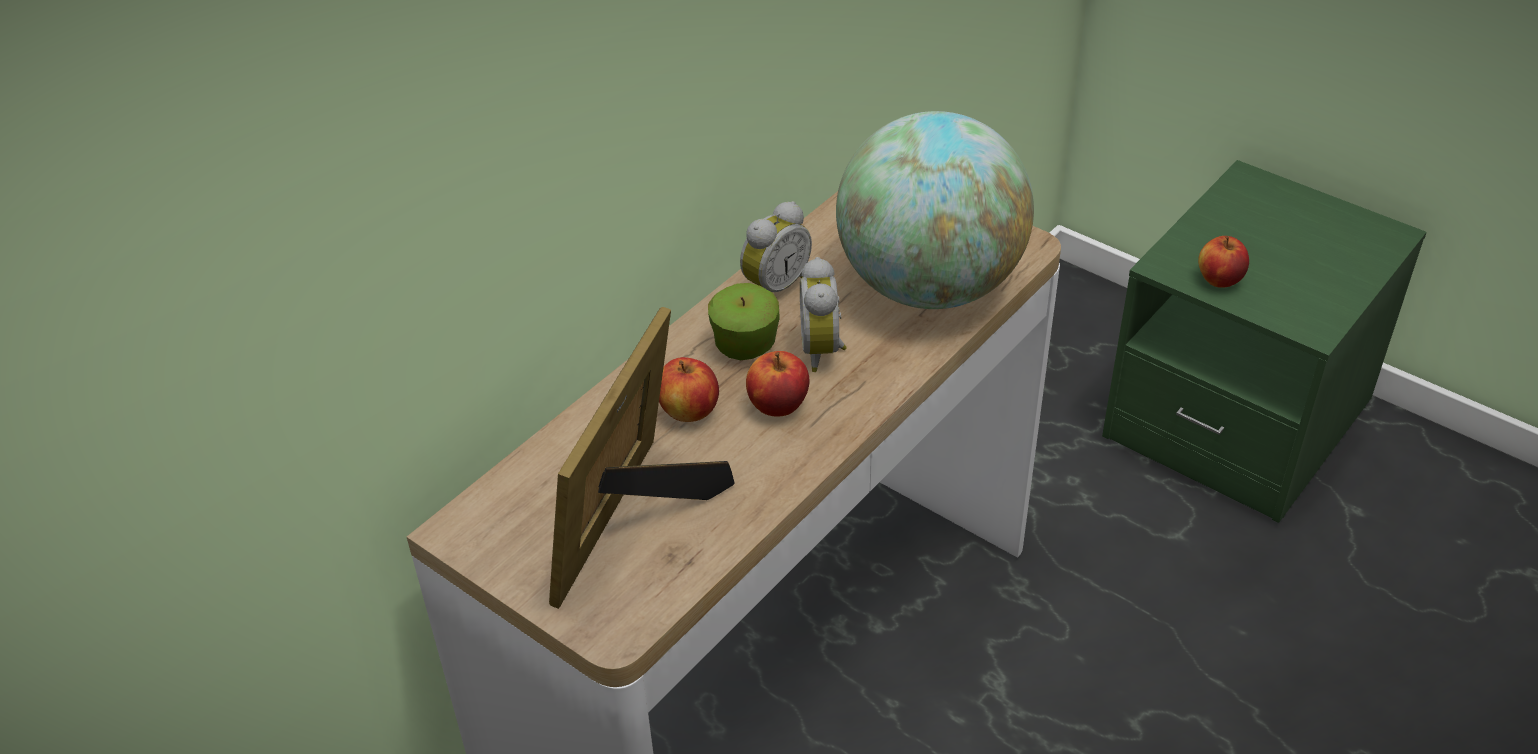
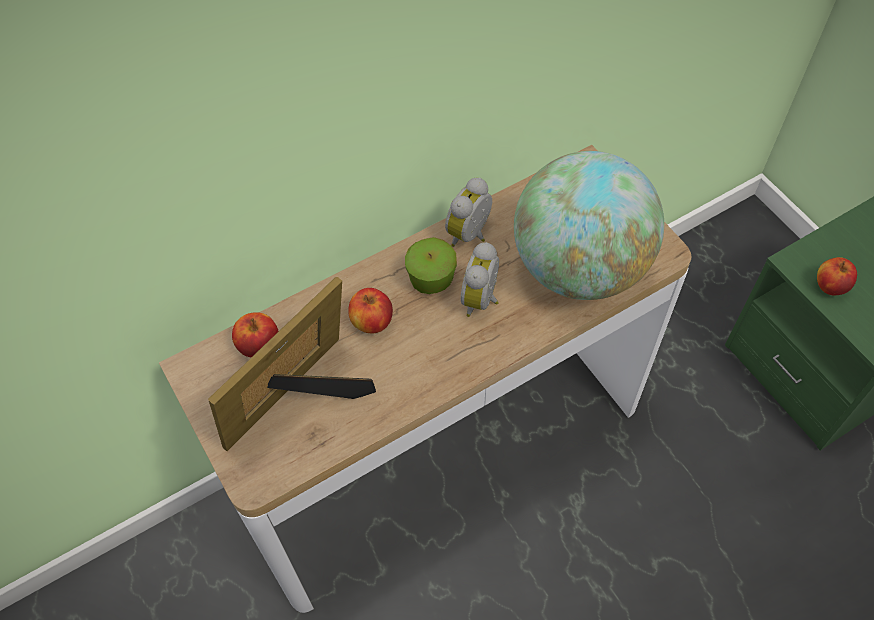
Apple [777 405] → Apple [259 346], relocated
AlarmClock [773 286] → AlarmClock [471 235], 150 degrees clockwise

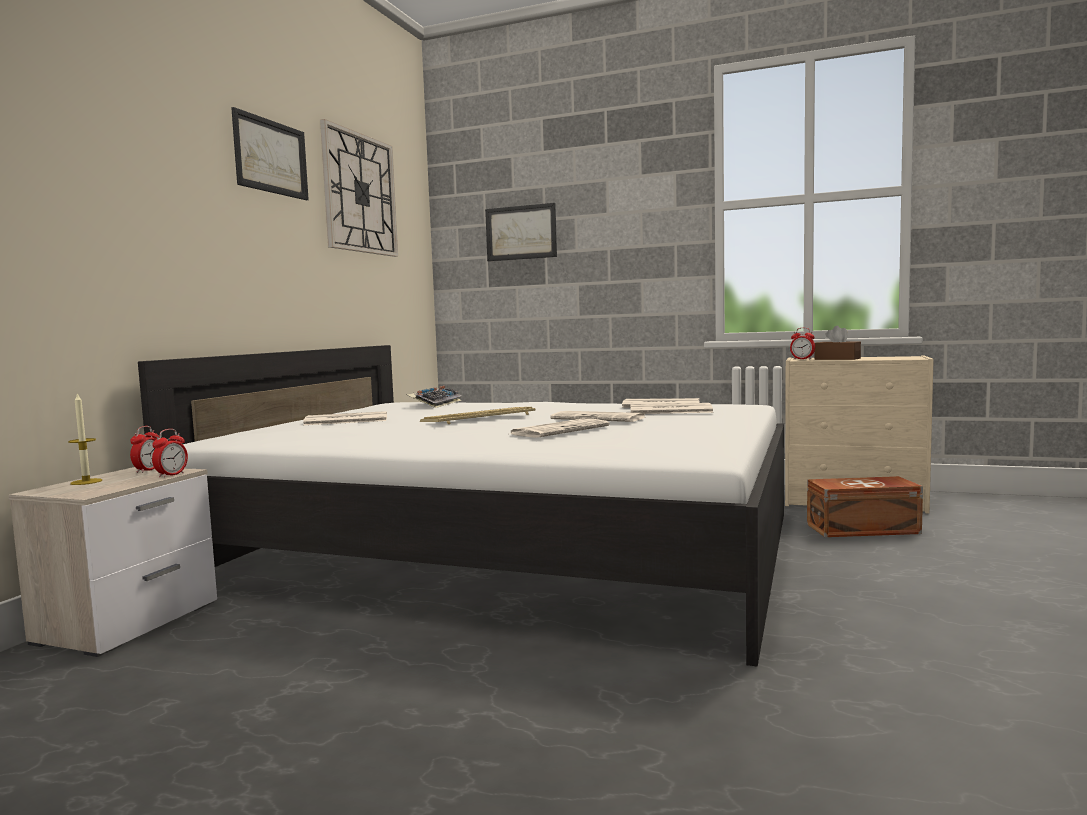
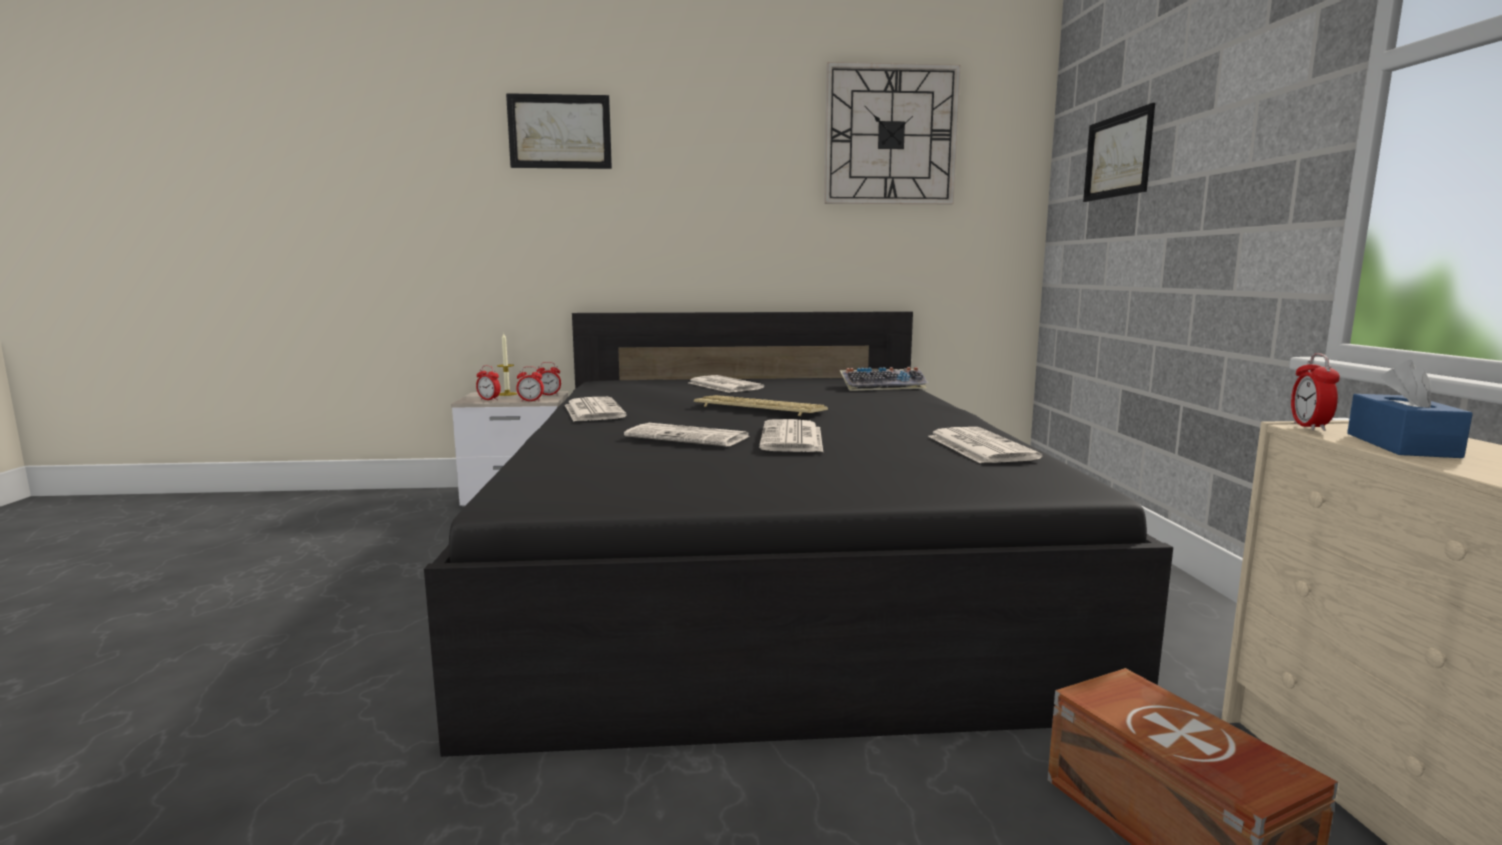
- → AlarmClock [489 400]
Picture [271 157] → Picture [560 132], relocated
Newspaper [669 411] → Newspaper [593 411], relocated
WhiteBed [508 548] → BlackBed [764 562]
BrownTissueBox [837 359] → BlueTissueBox [1401 445]

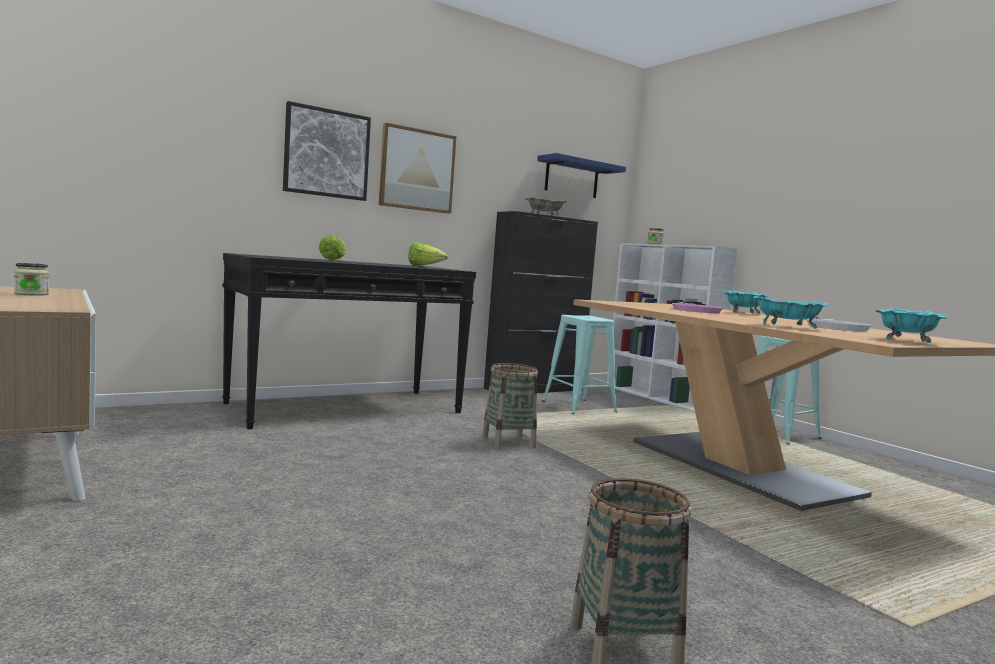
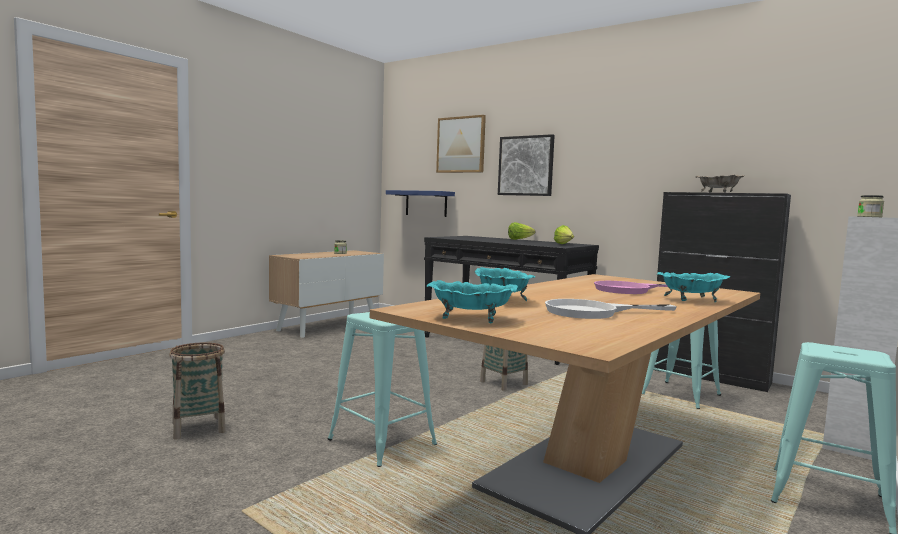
- → TurquoiseStool [382 442]
Picture [417 170] → Picture [461 145], relocated
BlueShelf [571 178] → BlueShelf [426 203], relocated

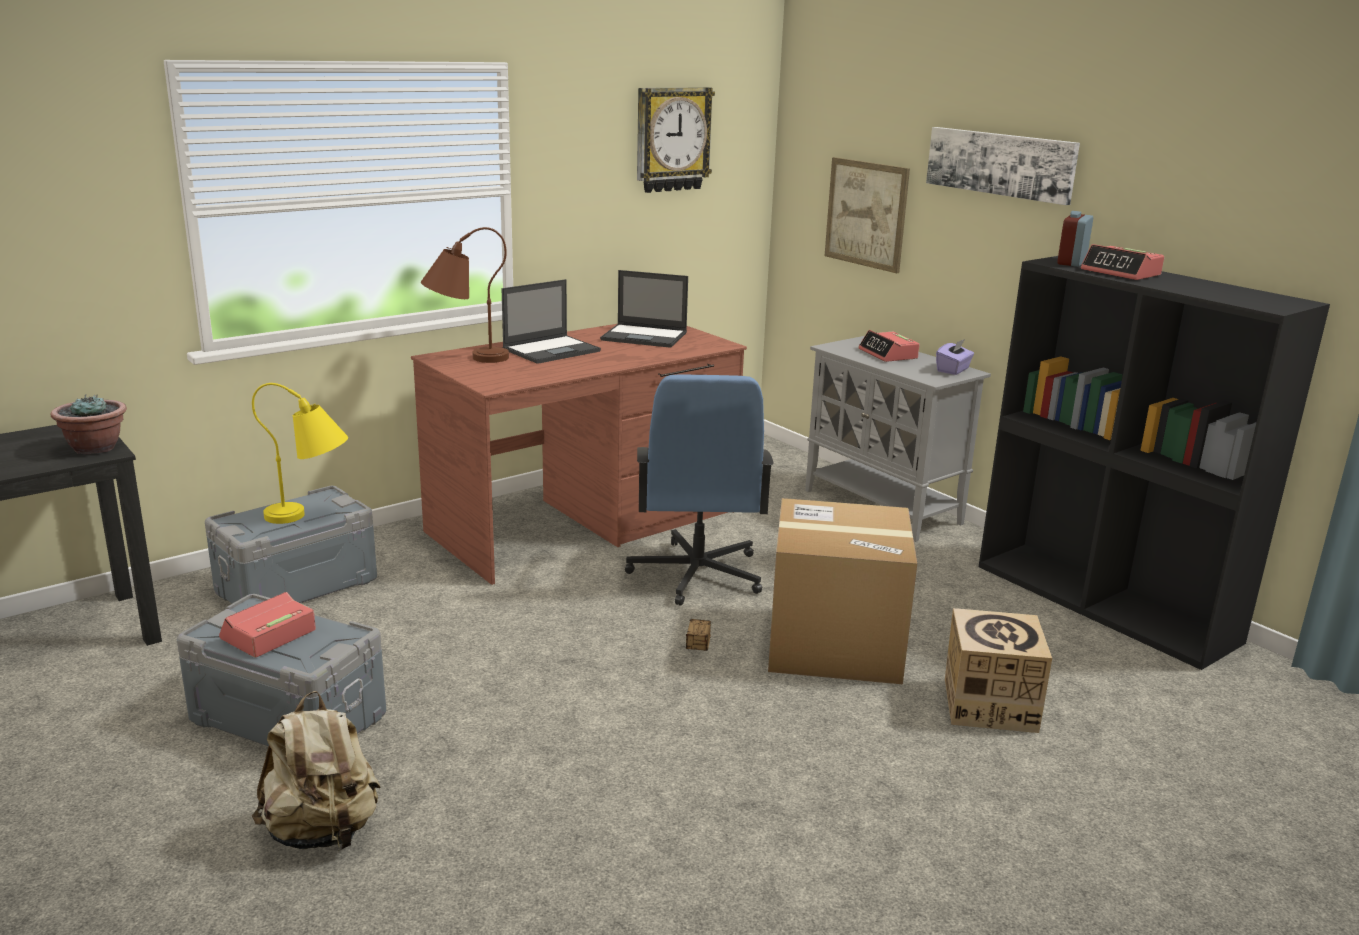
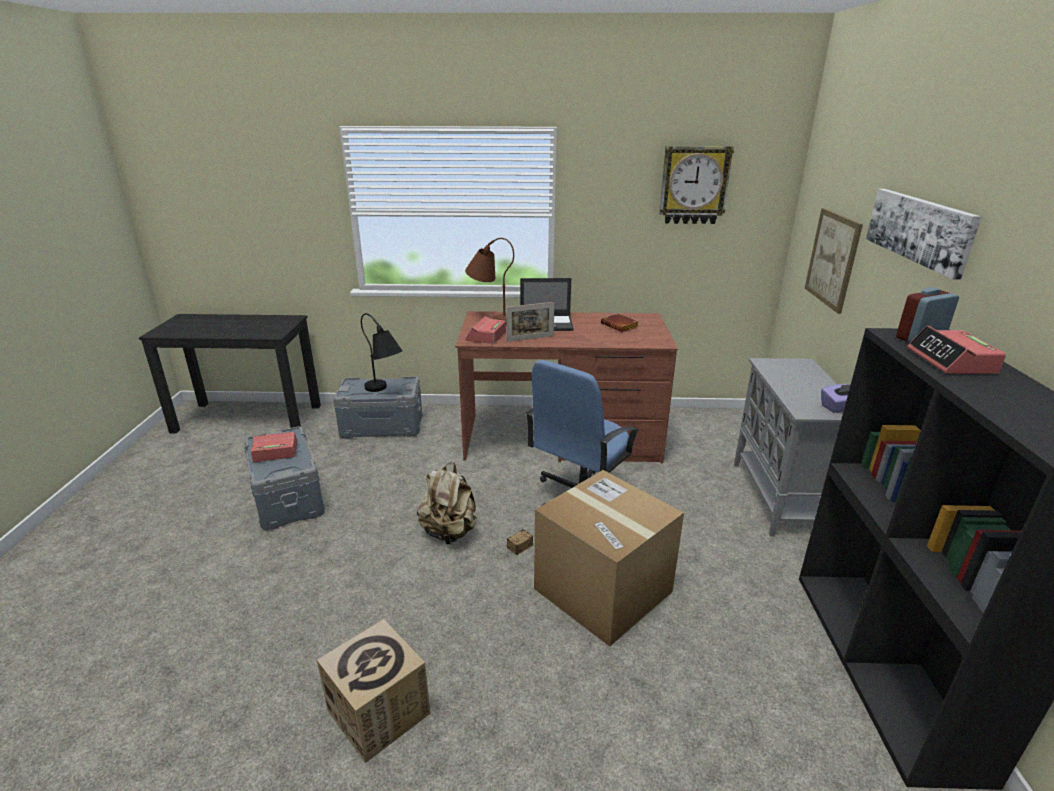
PottedPlant [95 448] → -
- → PictureFrame [530 339]
BeigeBackpack [322 832] → BeigeBackpack [449 532], relocated
AlarmClock [888 354] → AlarmClock [486 336], relocated
CardboardBox [989 704] → CardboardBox [378 712], relocated
Laptop [645 336] → BrownBook [620 326]
YellowTableLamp [311 516] → BlackTableLamp [385 391]

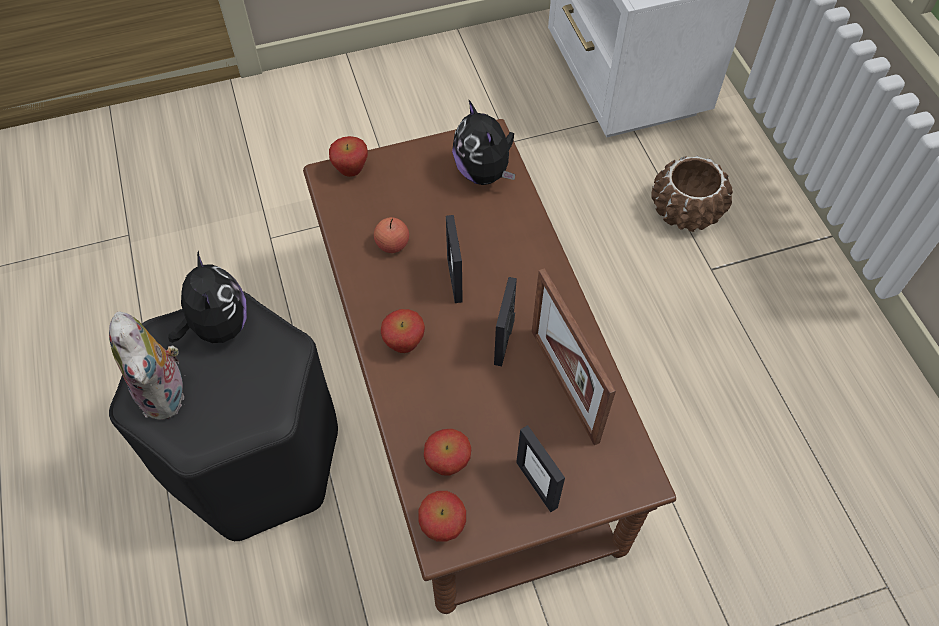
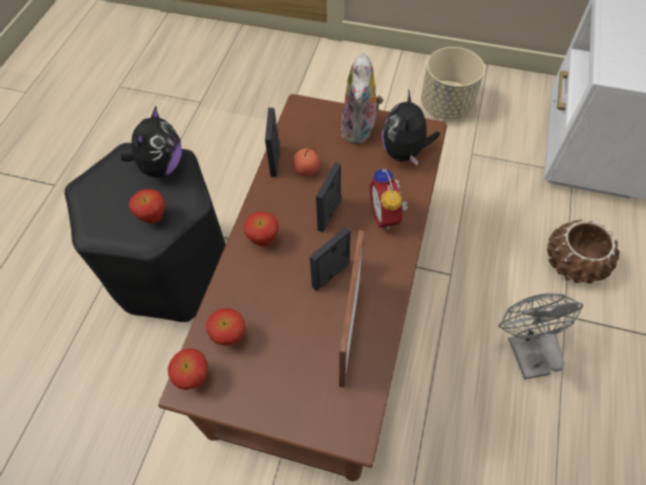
- → AlarmClock [387 215]
- → BeigePlanter [446 105]
- → GreyFan [523 349]
PlushToy [167 393] → PlushToy [360 130], relocated
Apple [351 171] → Apple [154 218], relocated
PictureFrame [537 484] → PictureFrame [275 161], relocated

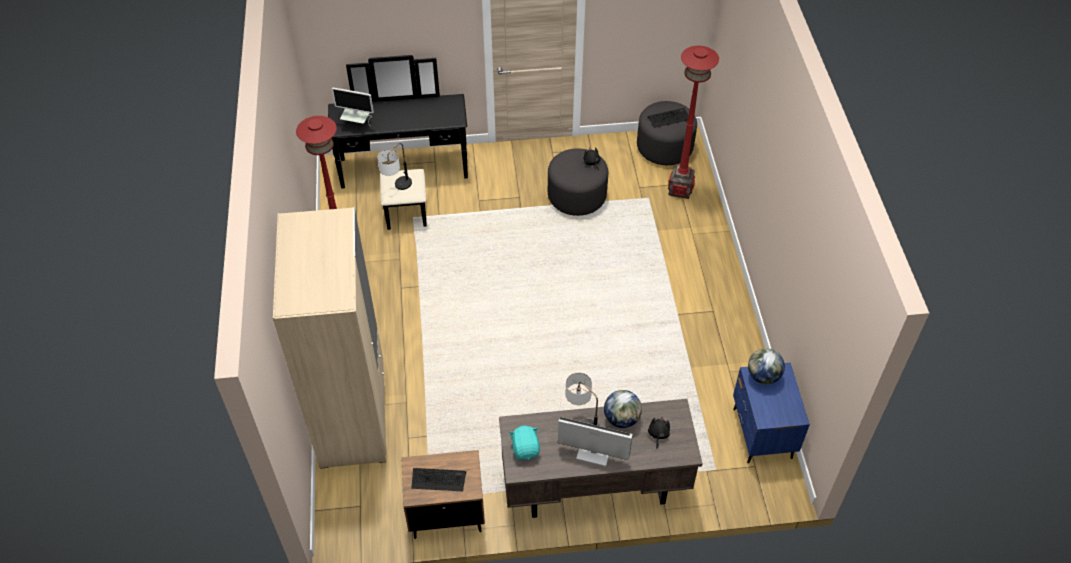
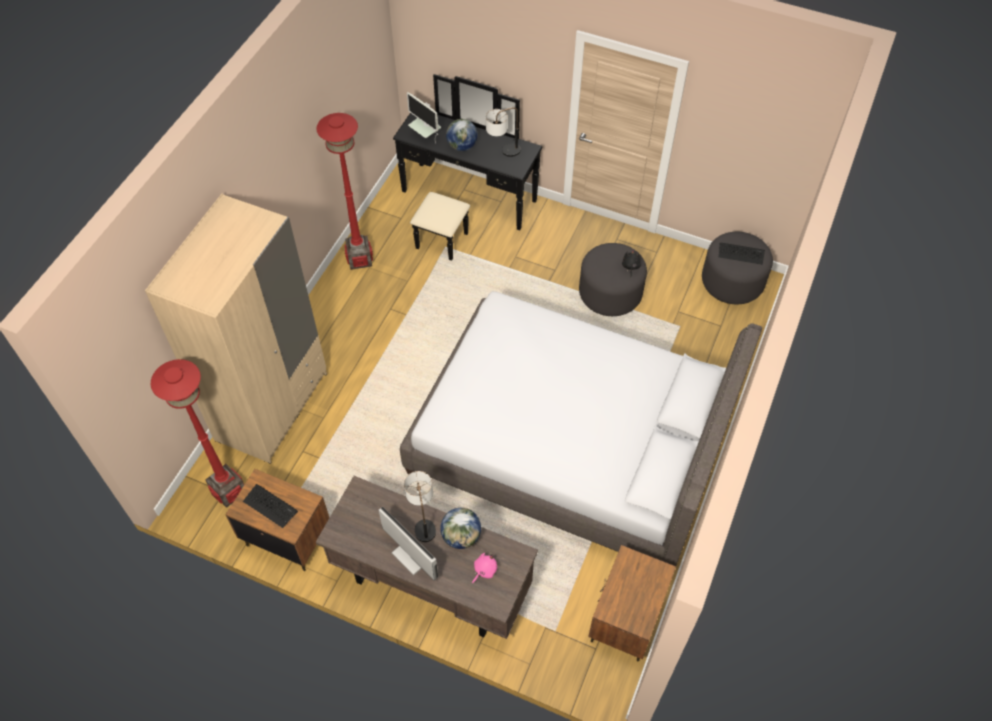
TurquoisePlushToy [525 449] → -
- → GreyBed [570 444]
TableLamp [397 188] → TableLamp [502 153], relocated
RedFloorLamp [680 189] → RedFloorLamp [229 491], relocated
Globe [763 376] → Globe [462 146], relocated
BlackPlushToy [658 434] → PinkPlushToy [484 570]
BlueNightstand [762 434] → BrownNightstand [625 620]

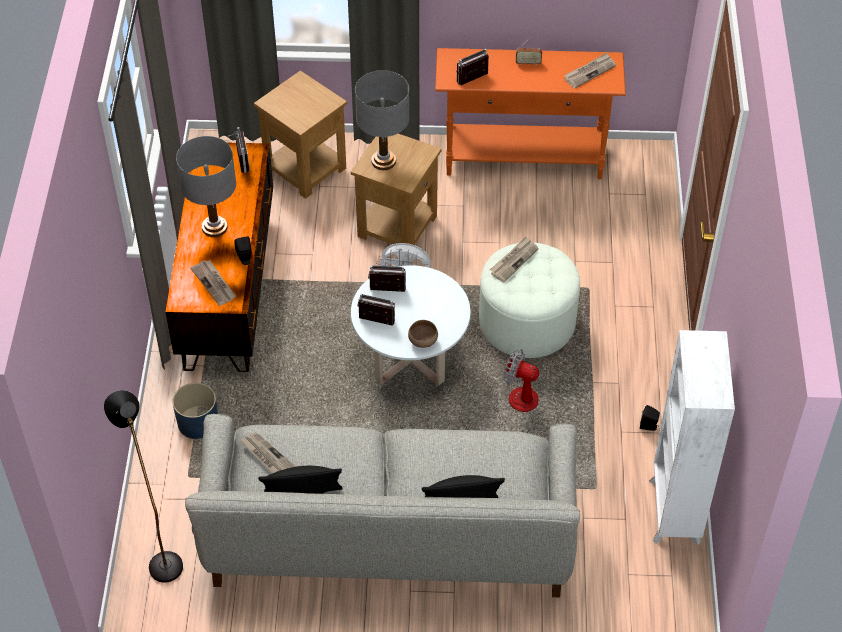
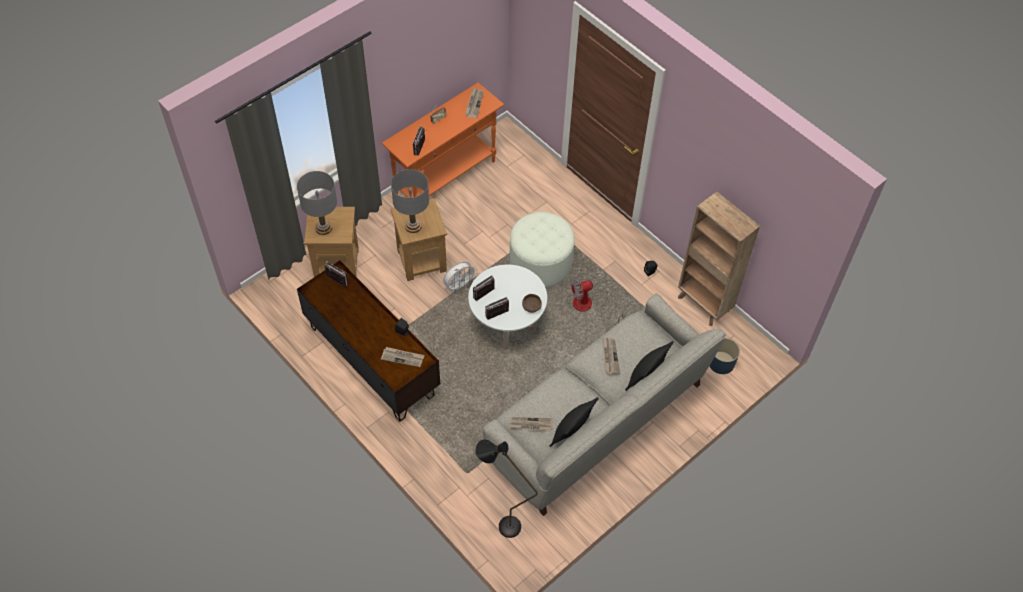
BluePlanter [197 422] → BluePlanter [721 363], relocated
GreyTableLamp [214 227] → GreyTableLamp [323 228], relocated
Newspaper [514 260] → Newspaper [609 356], relocated
WhiteBookcase [674 512] → BrownBookcase [704 305]

